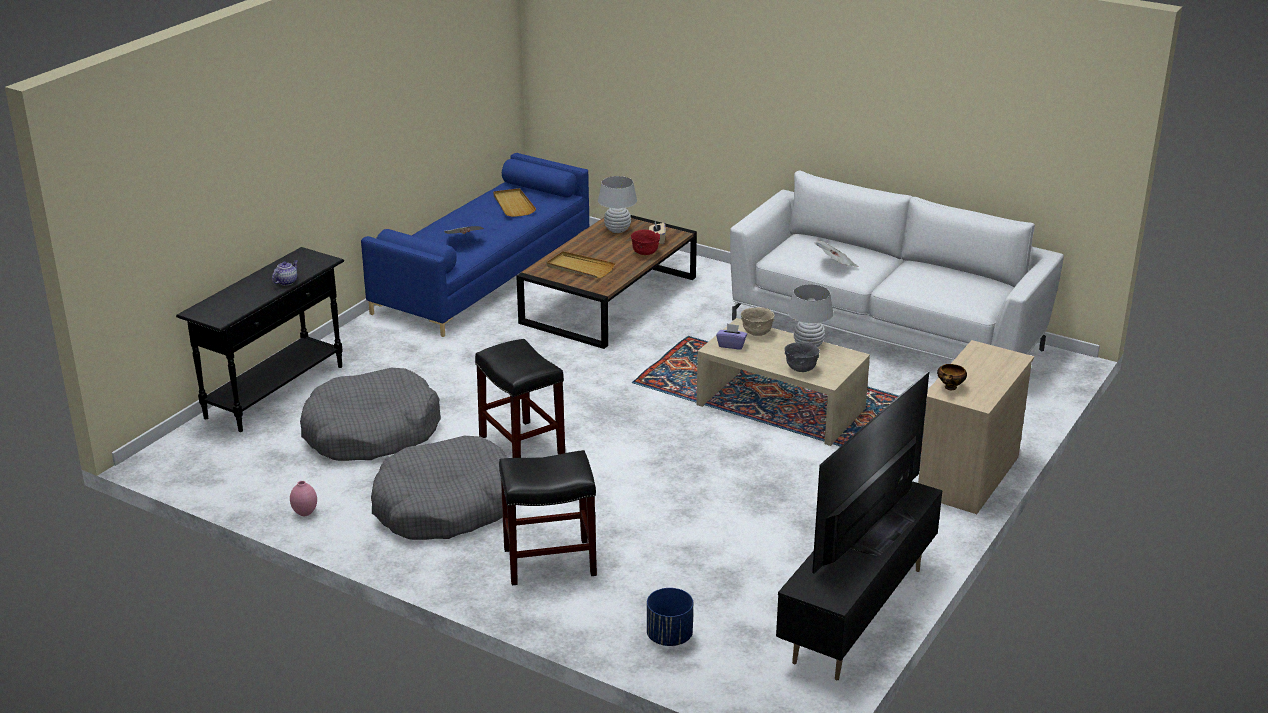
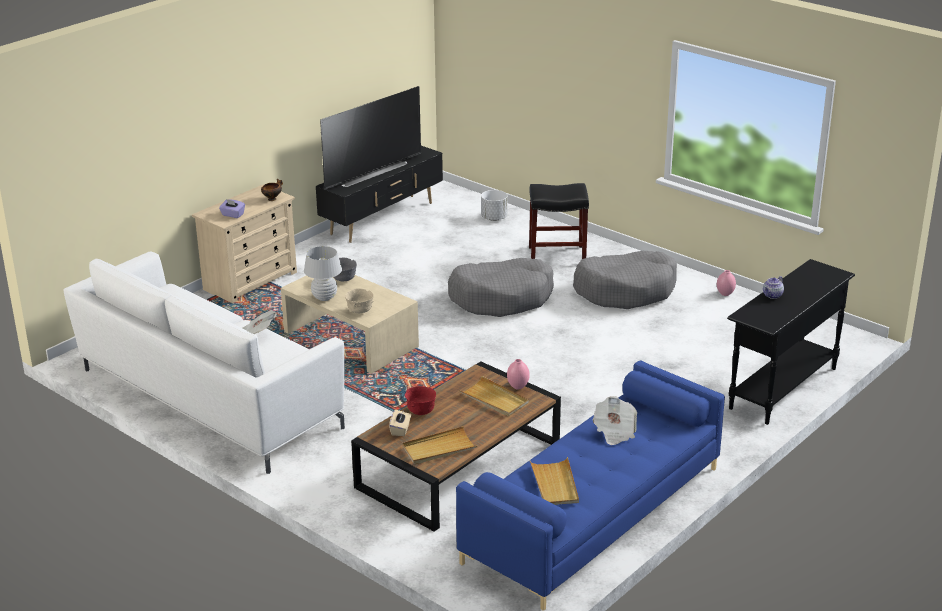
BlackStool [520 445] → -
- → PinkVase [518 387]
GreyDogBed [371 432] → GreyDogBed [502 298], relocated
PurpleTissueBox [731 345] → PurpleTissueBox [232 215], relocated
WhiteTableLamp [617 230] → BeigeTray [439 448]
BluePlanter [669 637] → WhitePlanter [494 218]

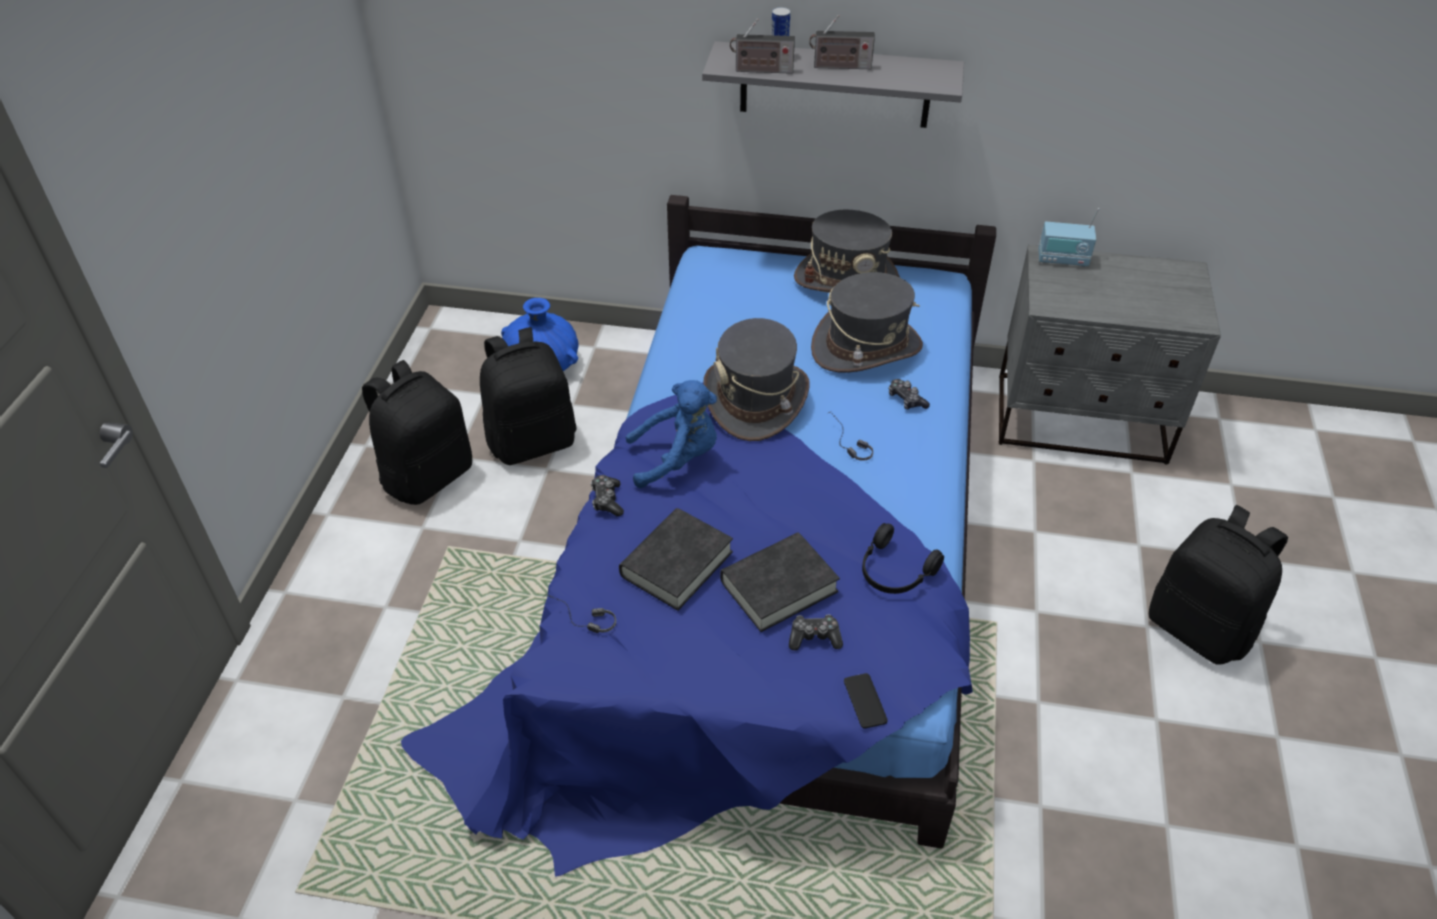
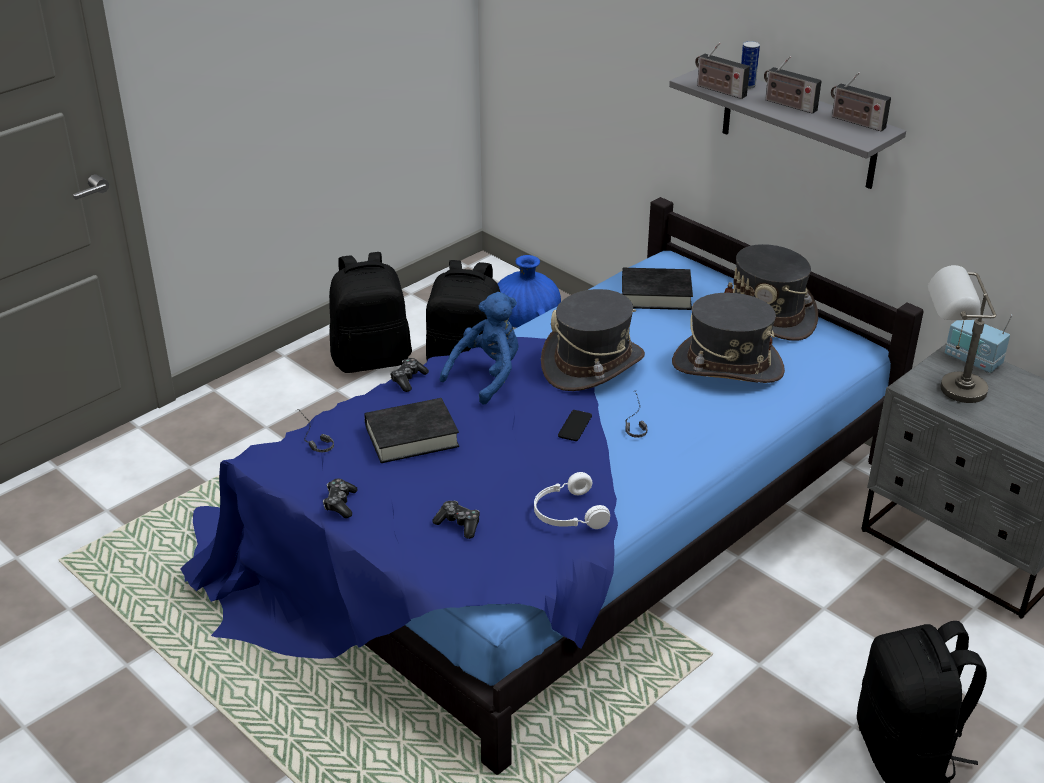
- → Radio [855 122]
- → GreyTableLamp [947 390]
BlackBook [778 587] → BlackBook [656 294], relocated
Phone [865 701] → Phone [575 426], relocated
GameController [906 400] → GameController [340 503], relocated
BlackHeadphones [894 572] → WhiteHeadphones [567 514]
BluePlushToy [677 459] → BluePlushToy [487 376], 75 degrees counterclockwise

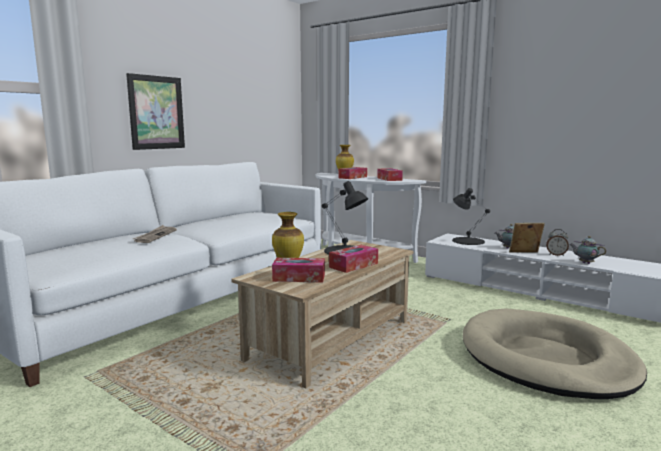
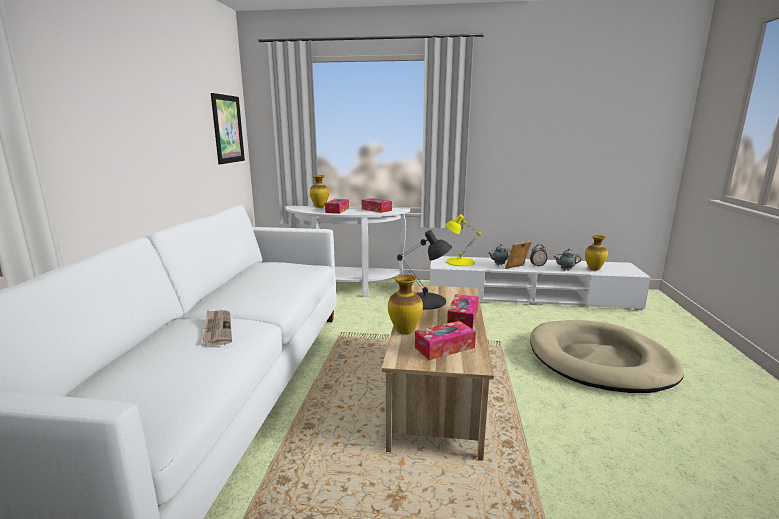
- → Vase [594 269]
Picture [156 112] → Picture [228 129], relocated
BlackTableLamp [467 241] → YellowTableLamp [459 261]

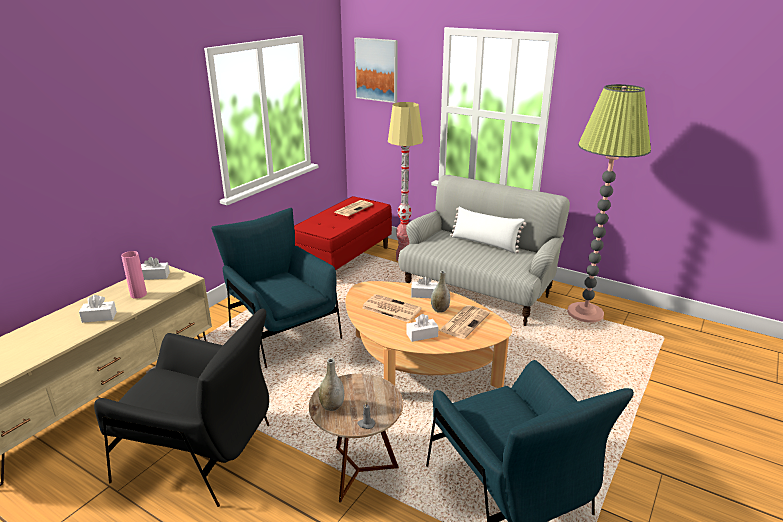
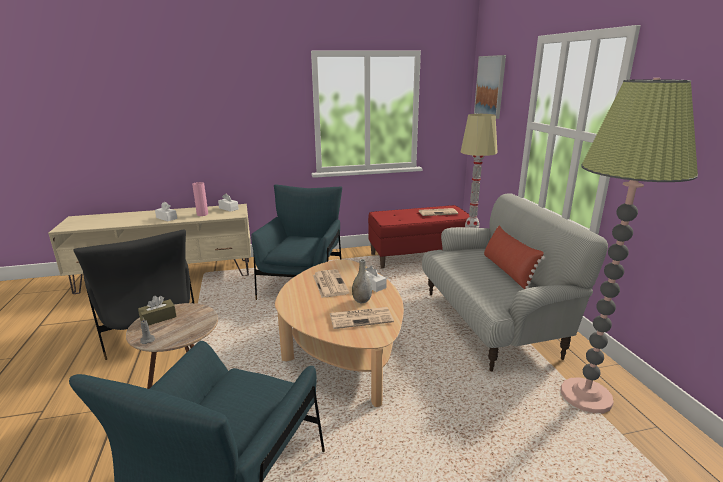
WhiteTissueBox [422 335] → -
GreyVase [332 406] → BrownTissueBox [158 318]
WhitePillow [484 243] → RedPillow [507 271]

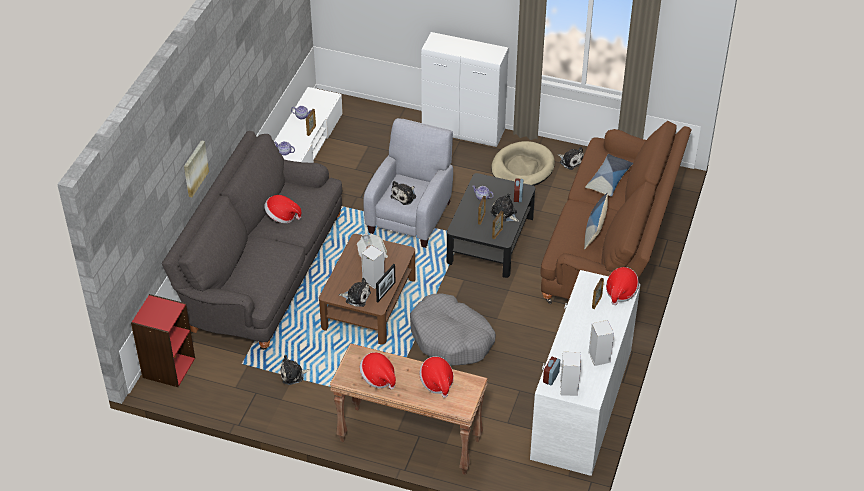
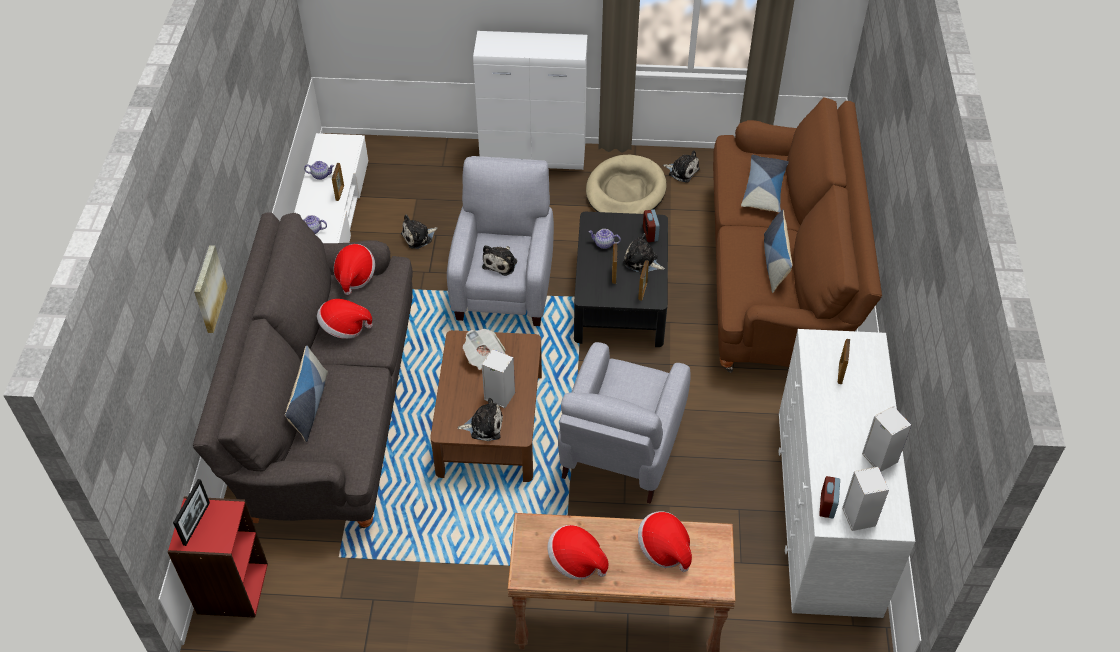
- → Pillow [309 406]
PlushToy [293 374] → PlushToy [418 237], relocated
PictureFrame [386 292] → PictureFrame [196 523], relocated
Hat [620 292] → Hat [355 276], relocated
GreyDogBed [451 338] → GreyArmchair [619 451]

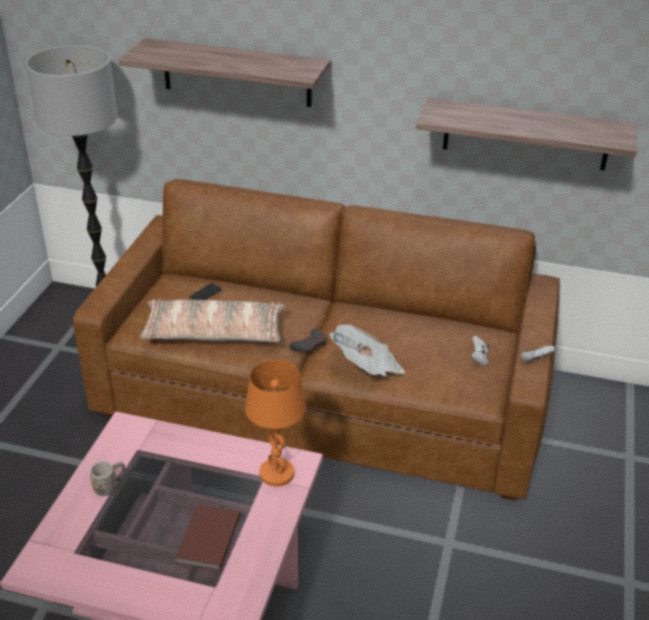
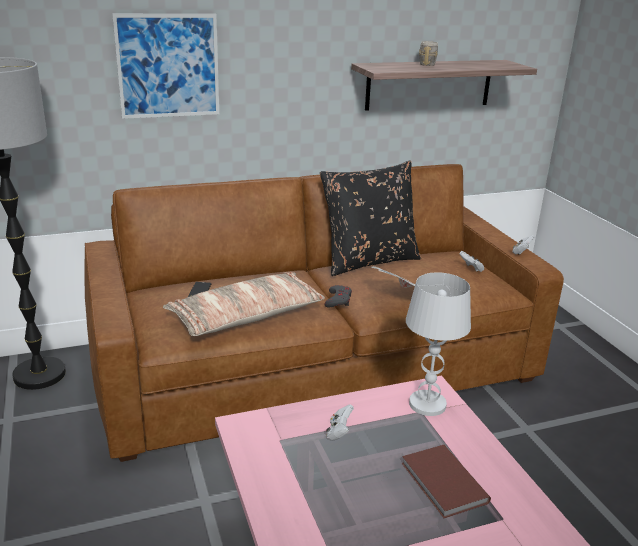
- → BlackPillow [369 260]
- → WhiteGameController [339 432]
GreyMug [110 486] → GreyMug [428 64], relocated
Shelf [236 73] → Picture [168 66]
OrangeTableLamp [277 473] → WhiteTableLamp [427 404]

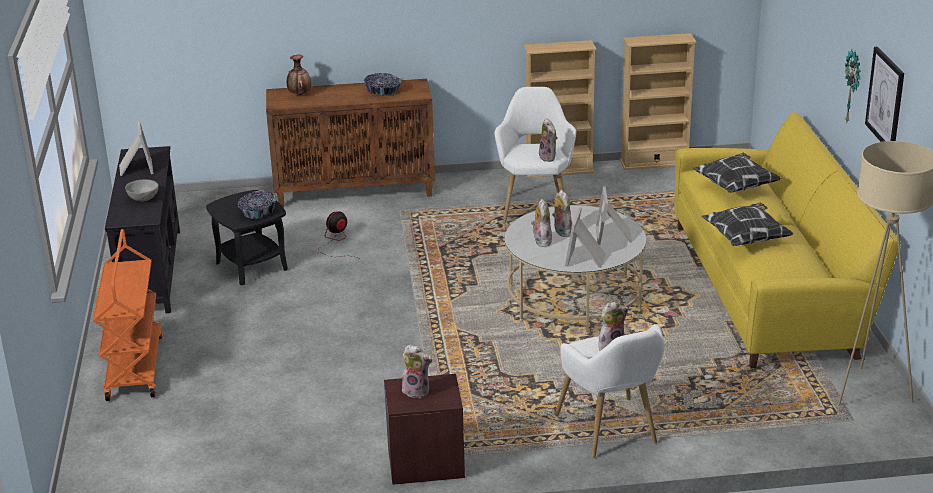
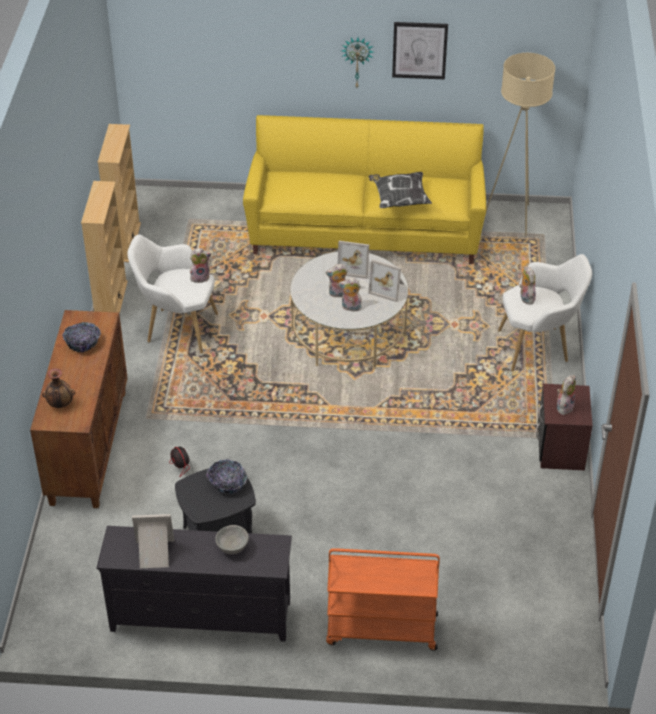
Pillow [735 186] → -

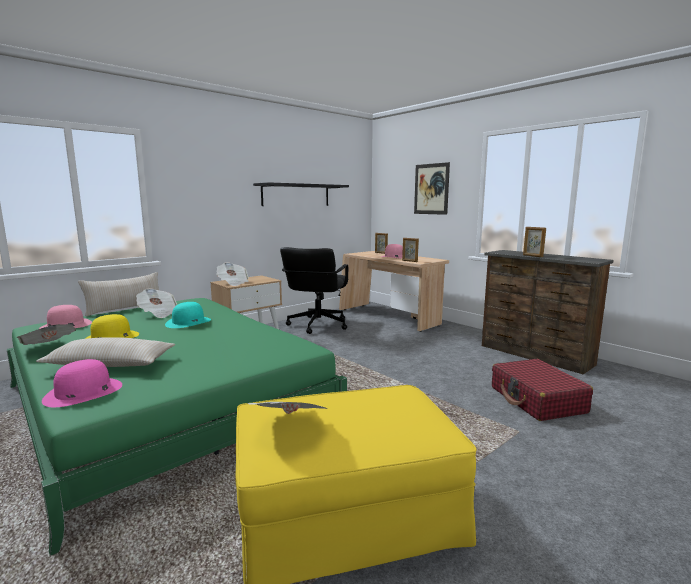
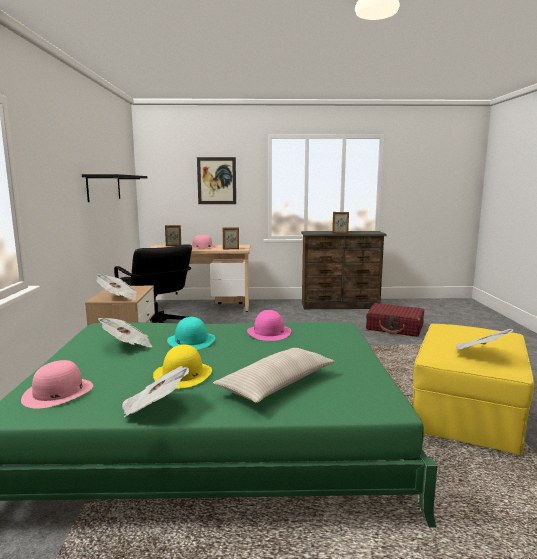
BeigePillow [125 309] → -
PinkHat [83 392] → PinkHat [269 332], relocated

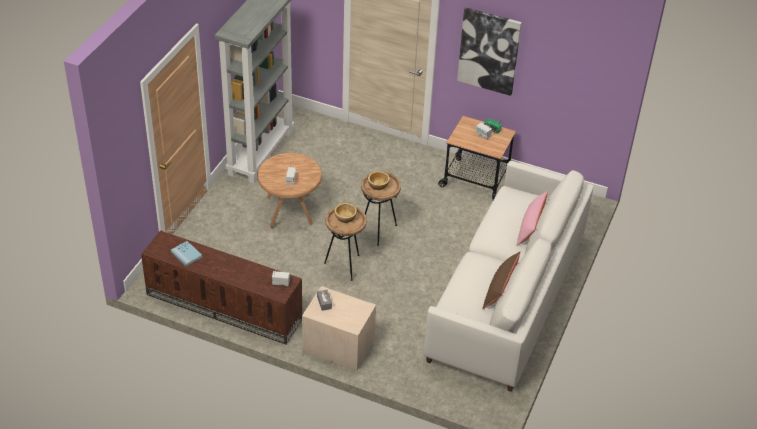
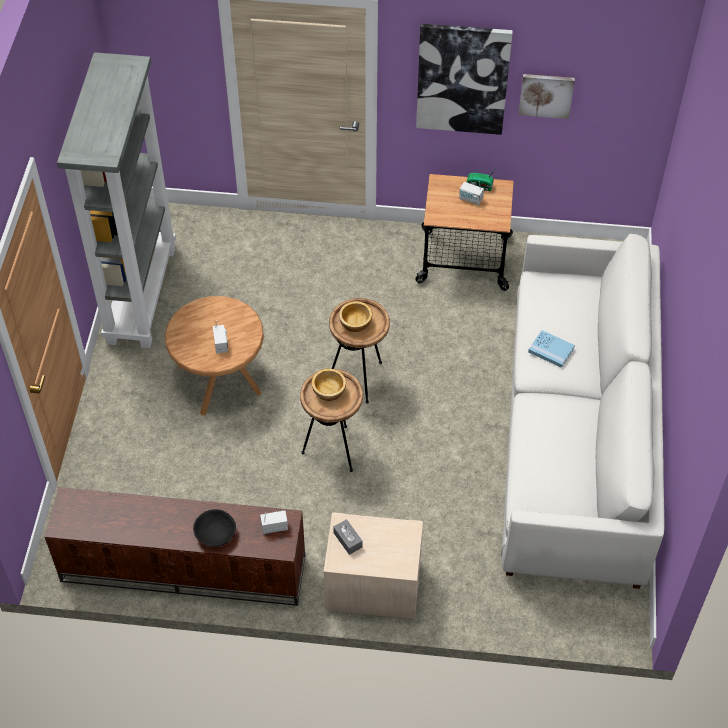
BrownPillow [500 290] → -
PinkPillow [530 228] → -
- → BlackBowl [215 533]
- → Picture [546 95]
BlueBook [186 254] → BlueBook [551 350], relocated

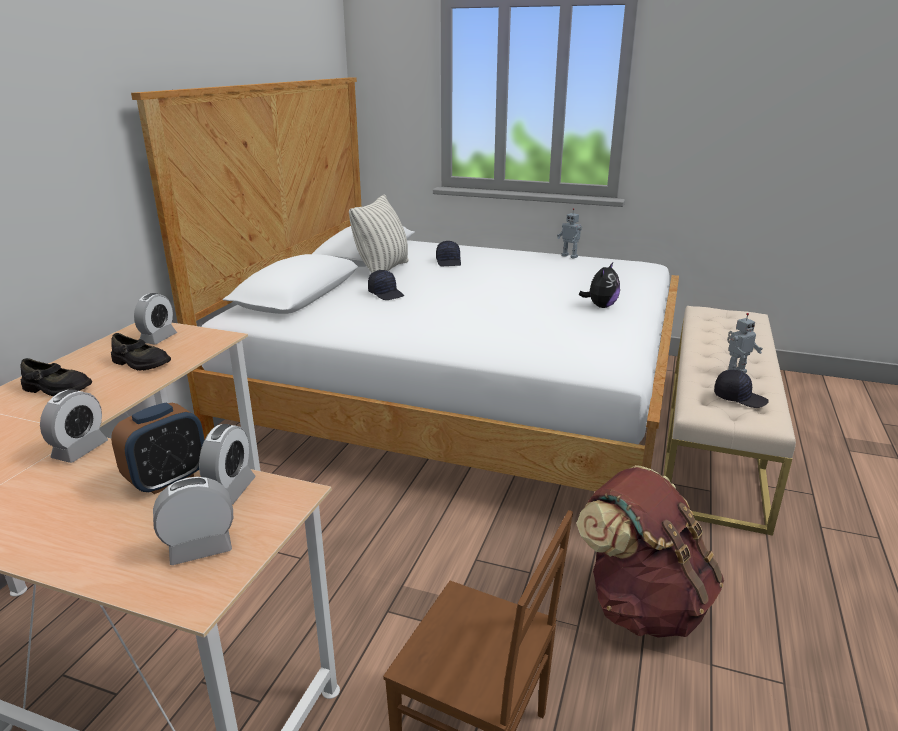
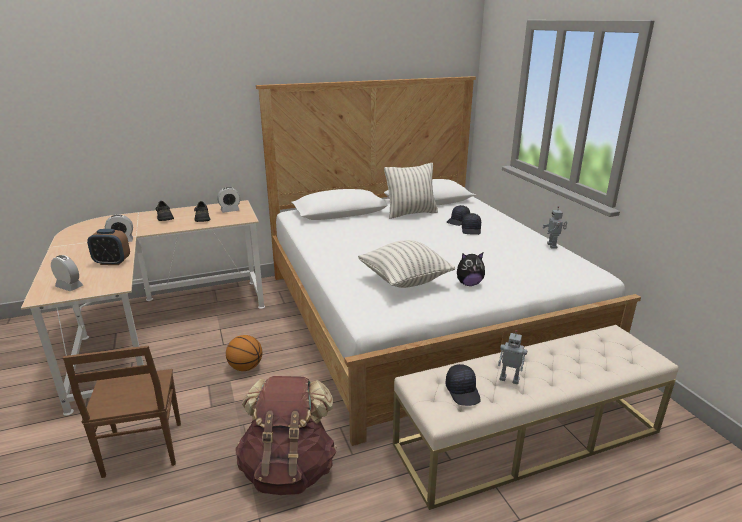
AlarmClock [230 490] → -
- → Basketball [246 367]
- → Pillow [404 280]
BlackCap [386 294] → BlackCap [471 230], relocated

